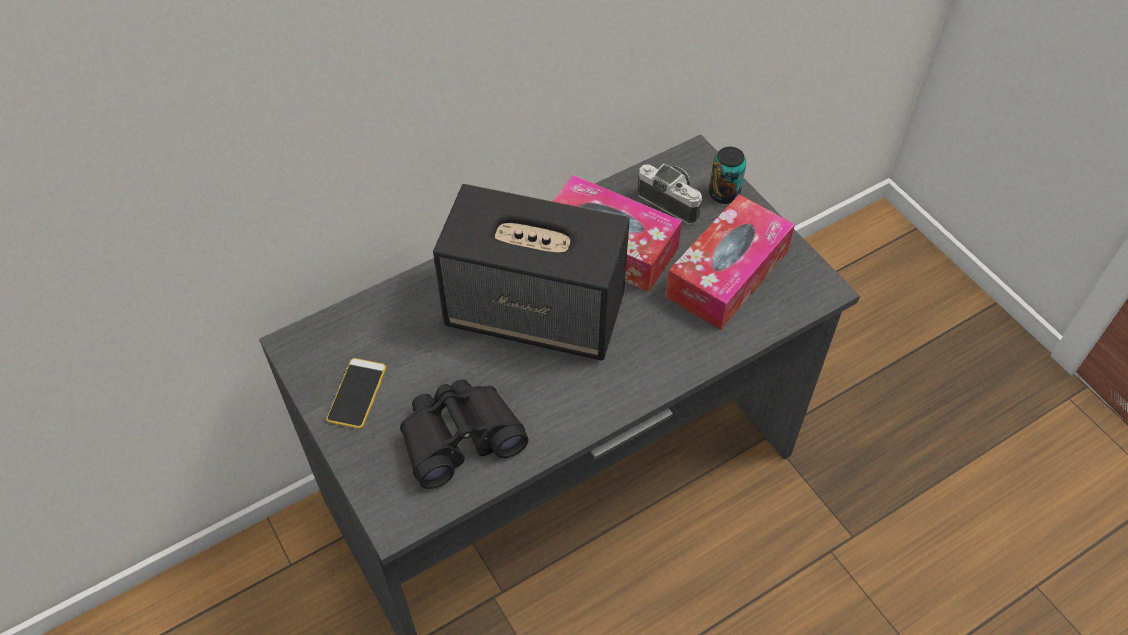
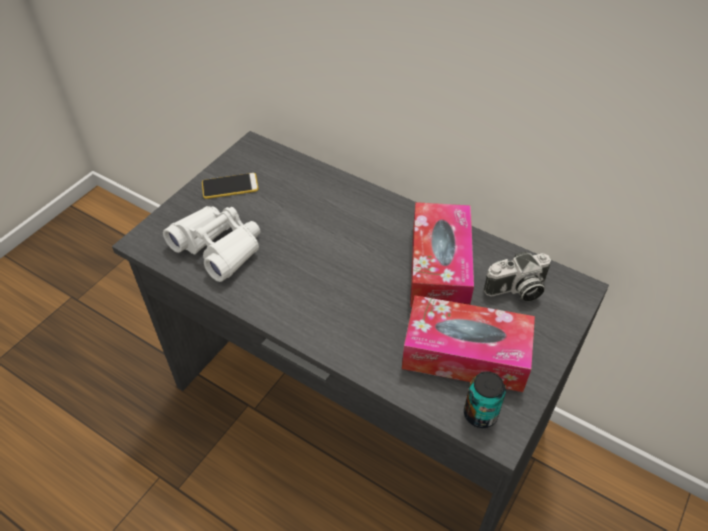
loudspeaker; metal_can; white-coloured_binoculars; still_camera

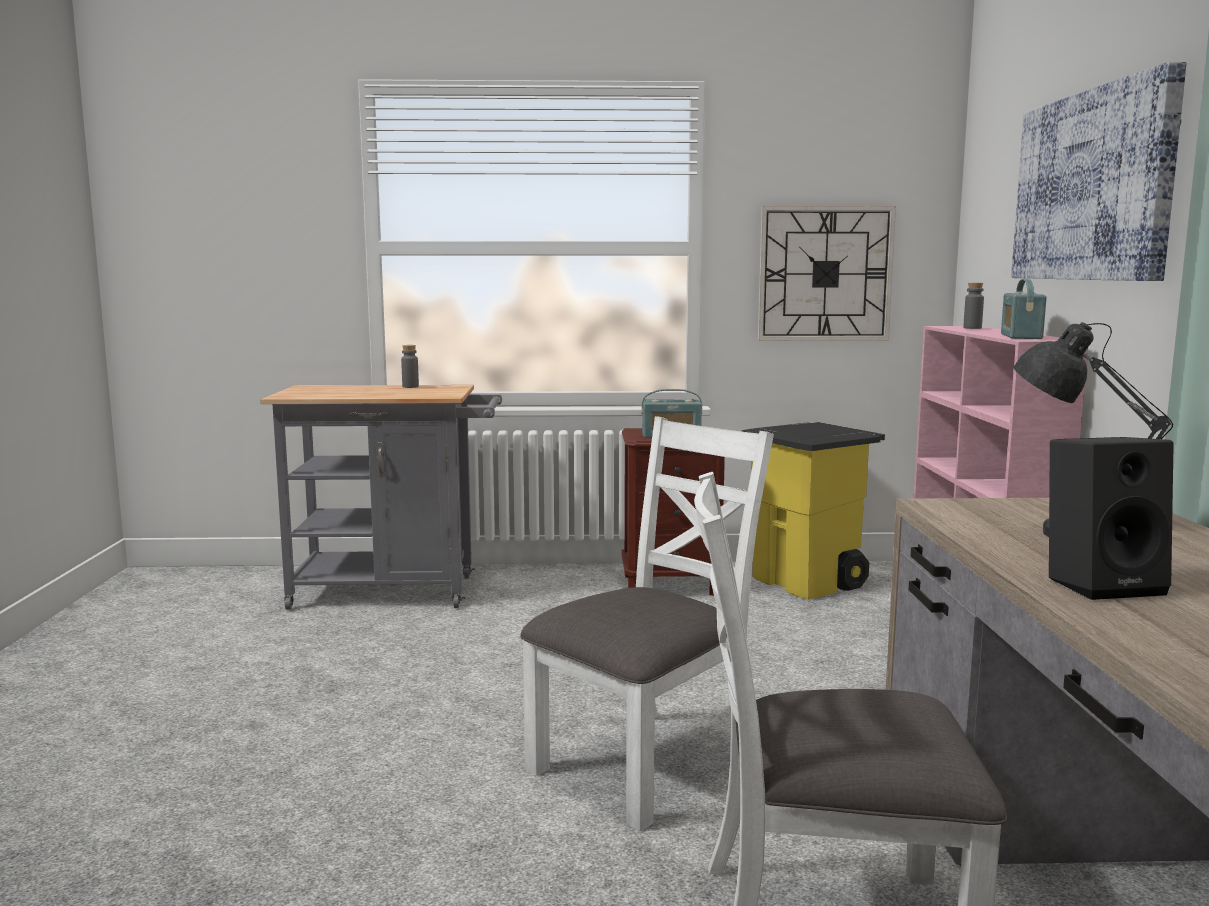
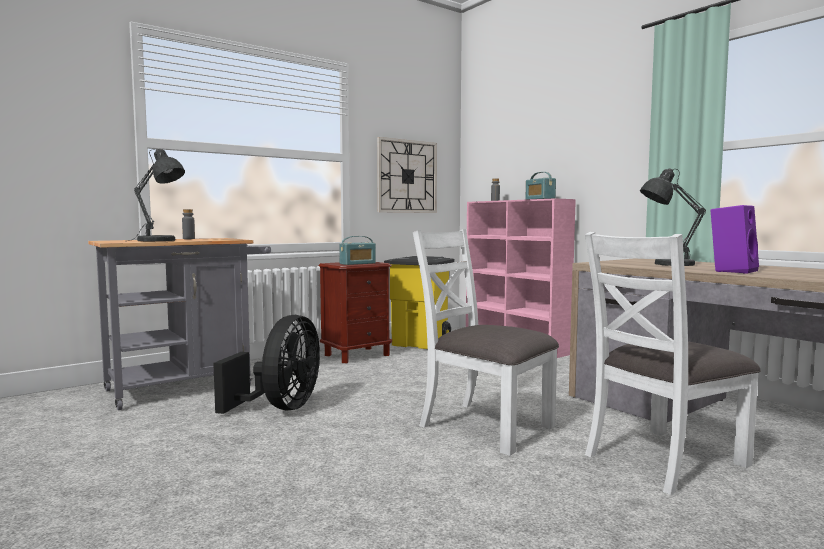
wall_picture; greyish_table_lamp (1st from left); black_fan; purple-coloured_loudspeaker; white-coloured_upright_chair (1st from left)

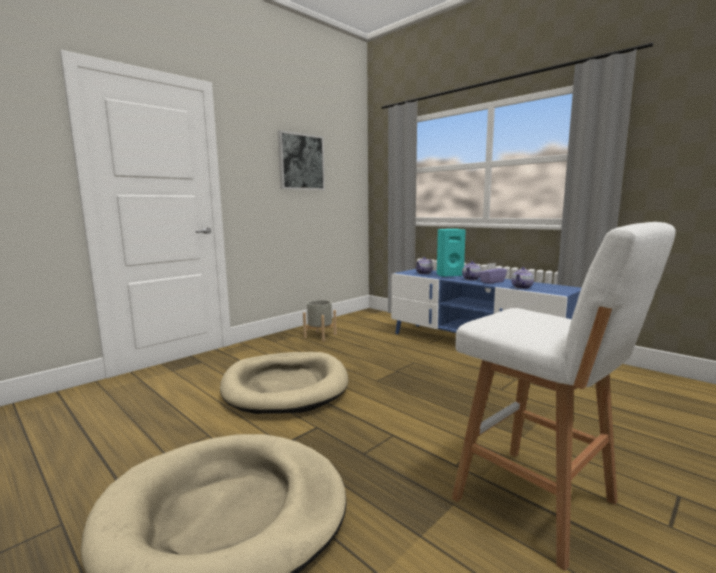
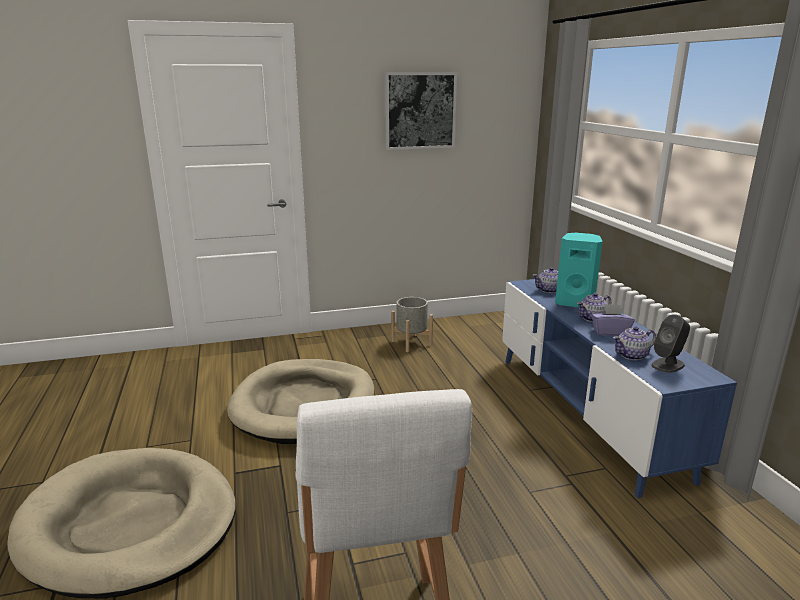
greyish_loudspeaker

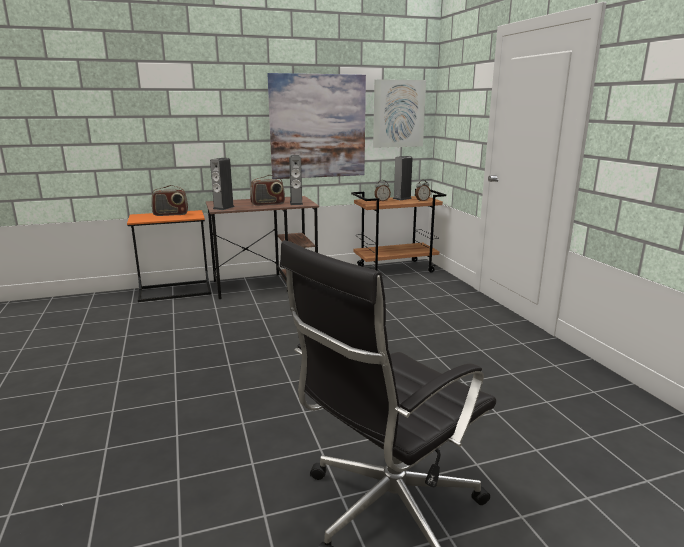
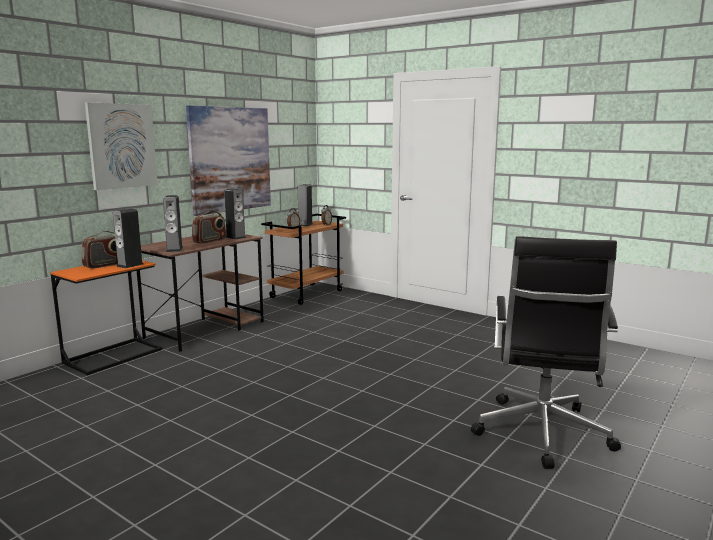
loudspeaker (1st from left); wall_picture (1st from left)

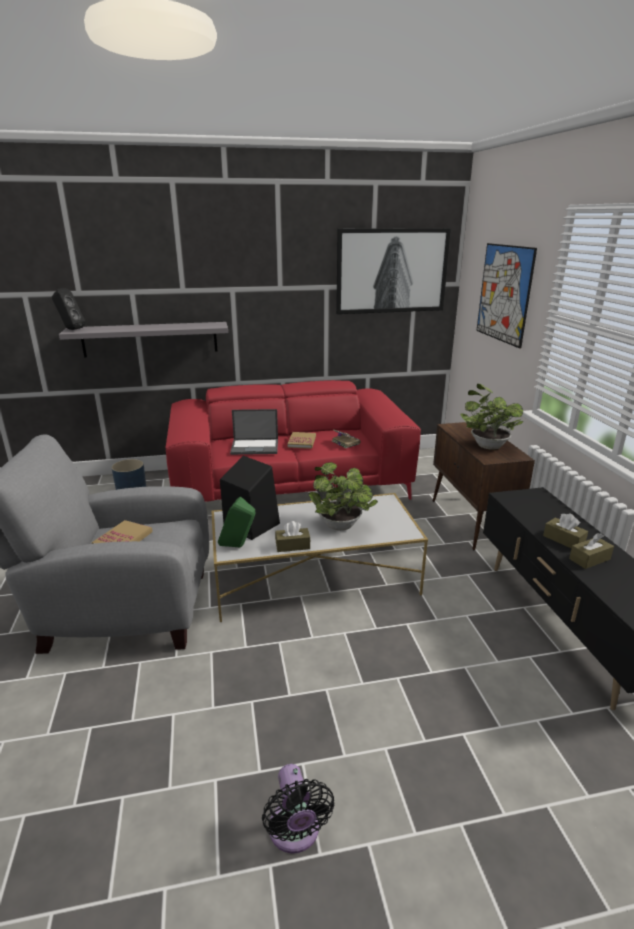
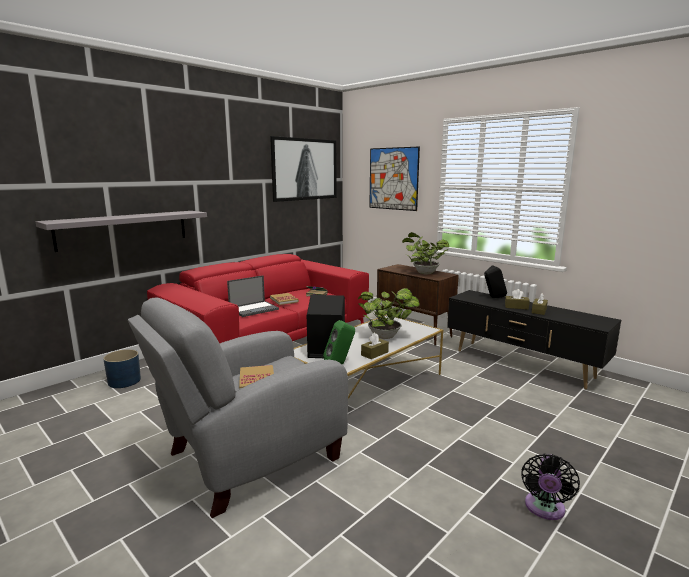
black_loudspeaker (2nd from left); black_fan

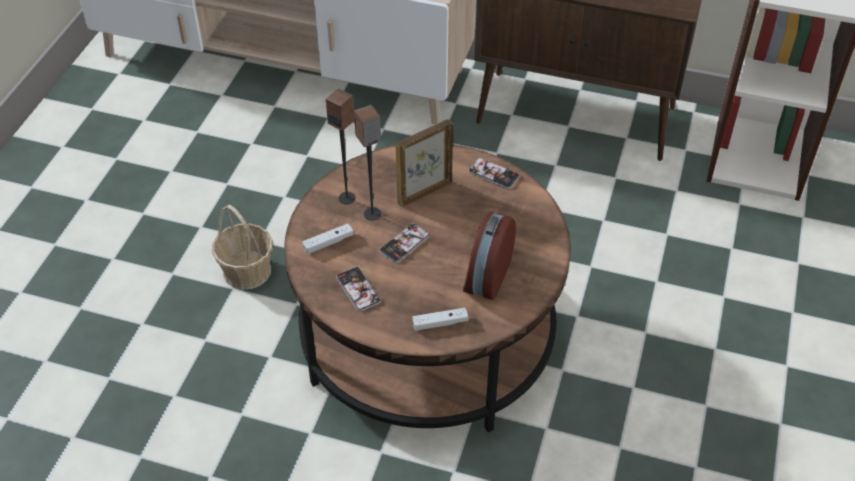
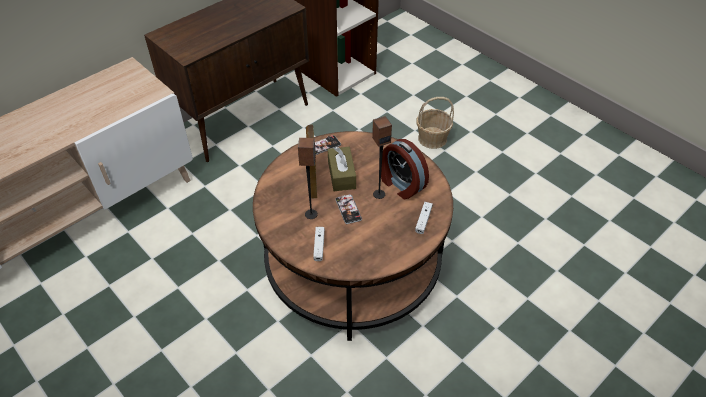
handset (1st from left in the first image); brown-coloured_tissue_box; basket; loudspeaker (2nd from left)

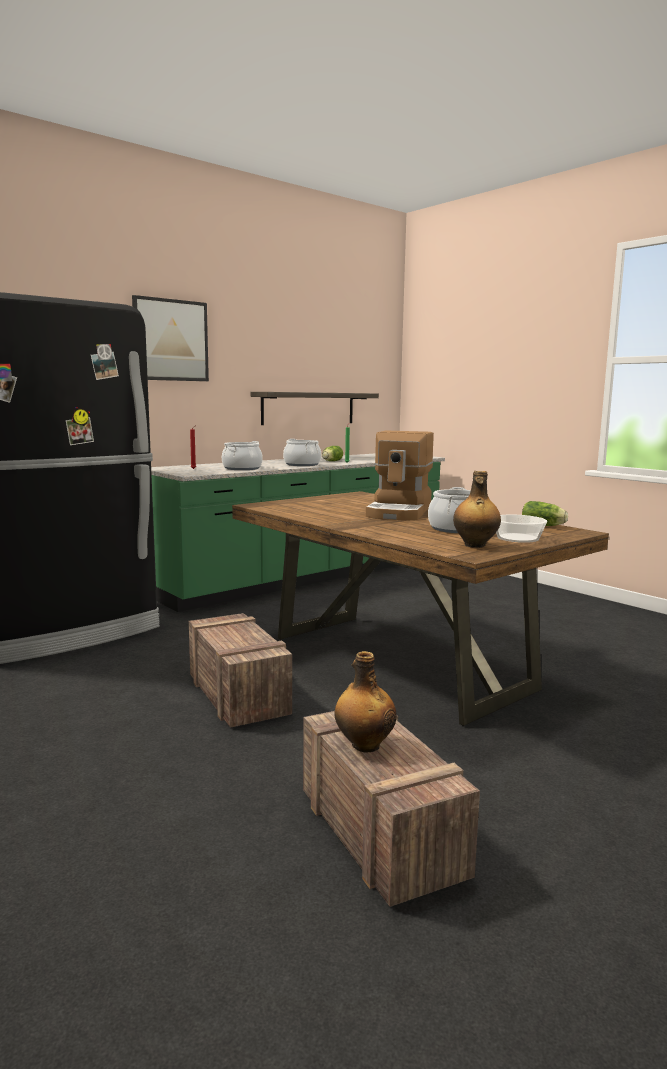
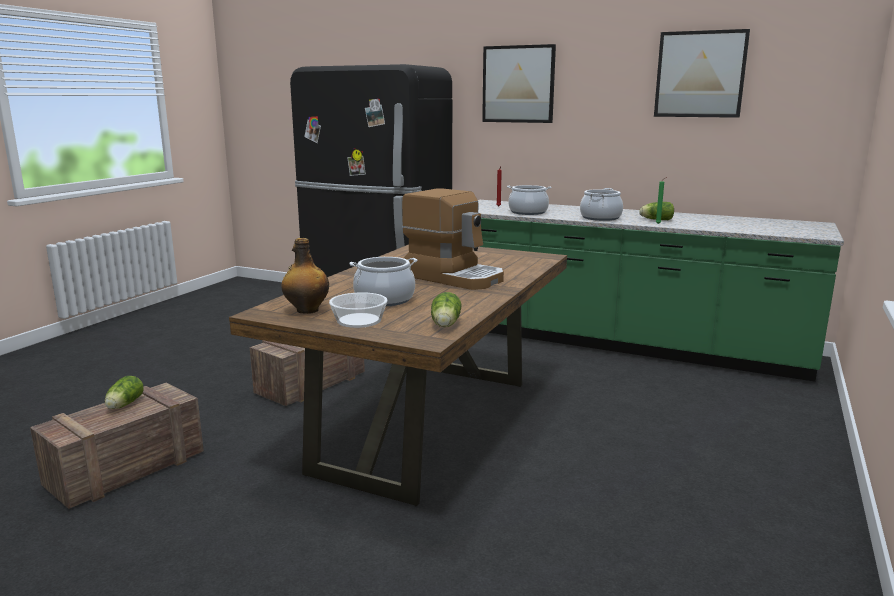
wall_shelf; wall_picture (2nd from left); lettuce_head (1st from left); coffee_maker

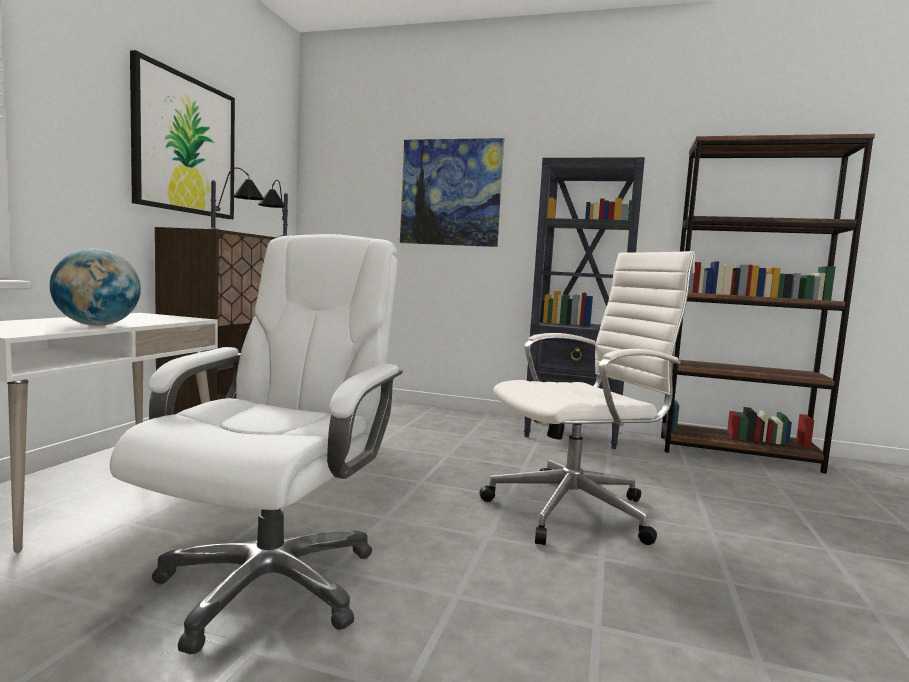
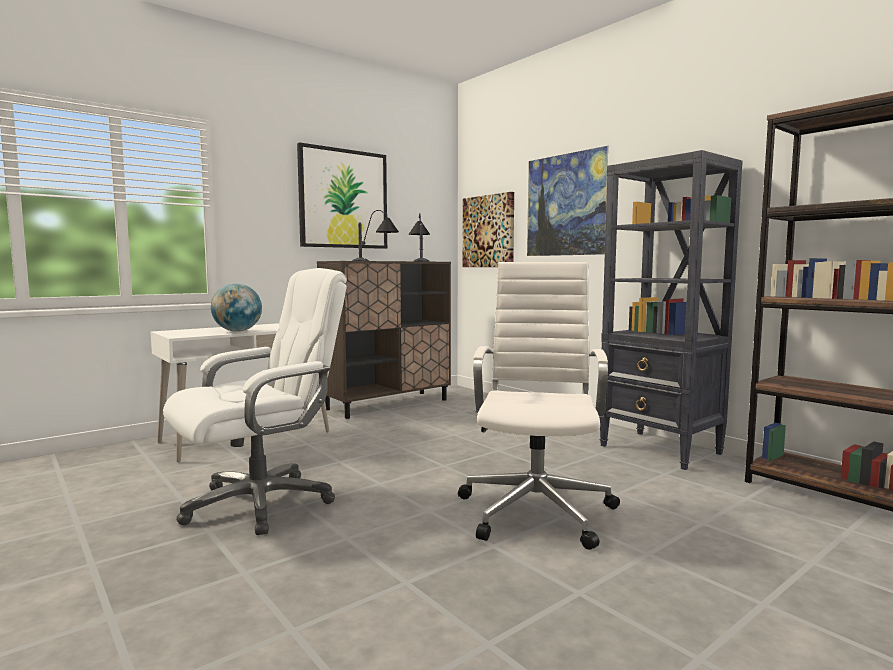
wall_picture (2nd from left); white-coloured_office_chair (2nd from left)

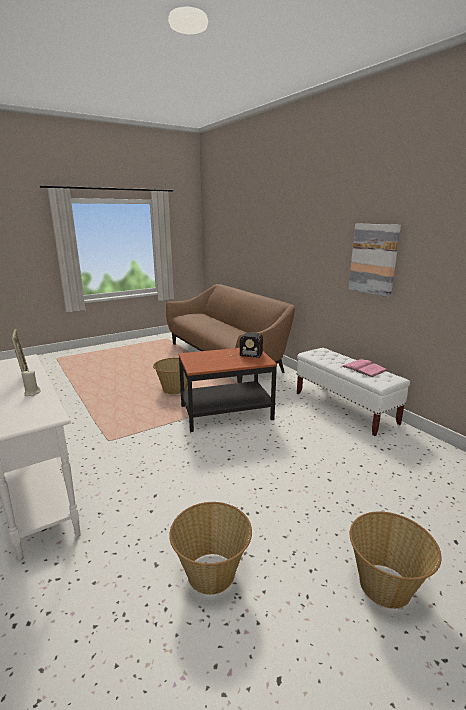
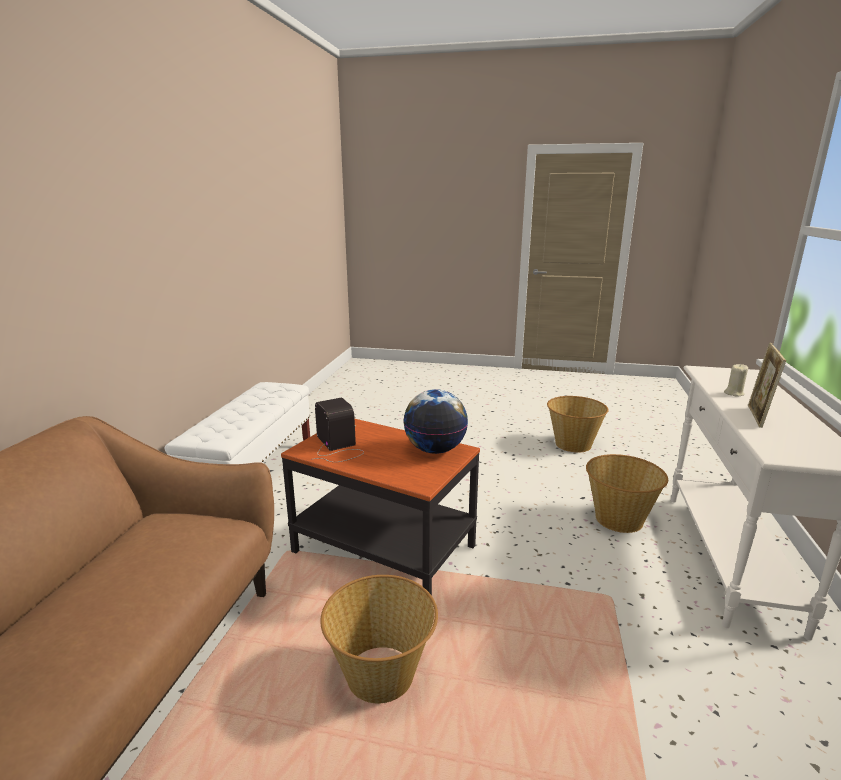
pinkish_bound_book; wall_picture; globe; basket (3rd from left)

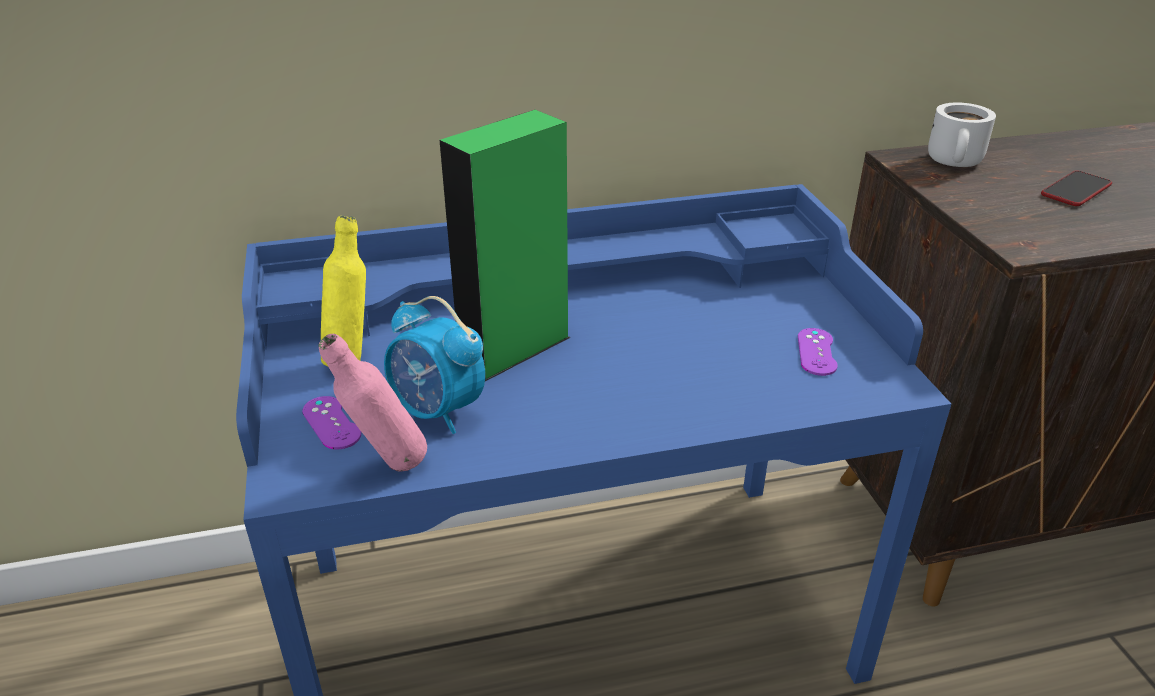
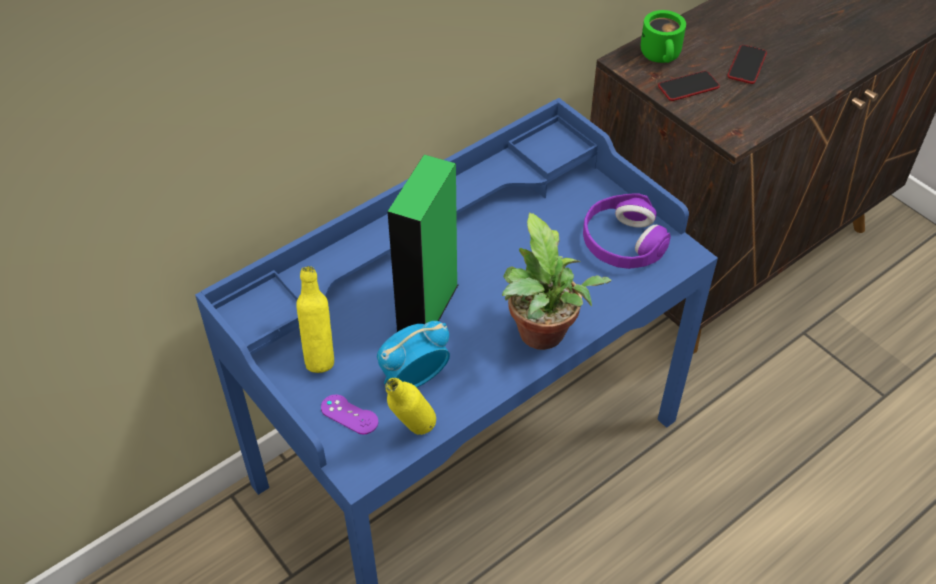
houseplant; handset (1st from left); purple-coloured_pair_of_headphones; yellow-coloured_beverage_bottle (2nd from left); greenish_mug; table_clock

